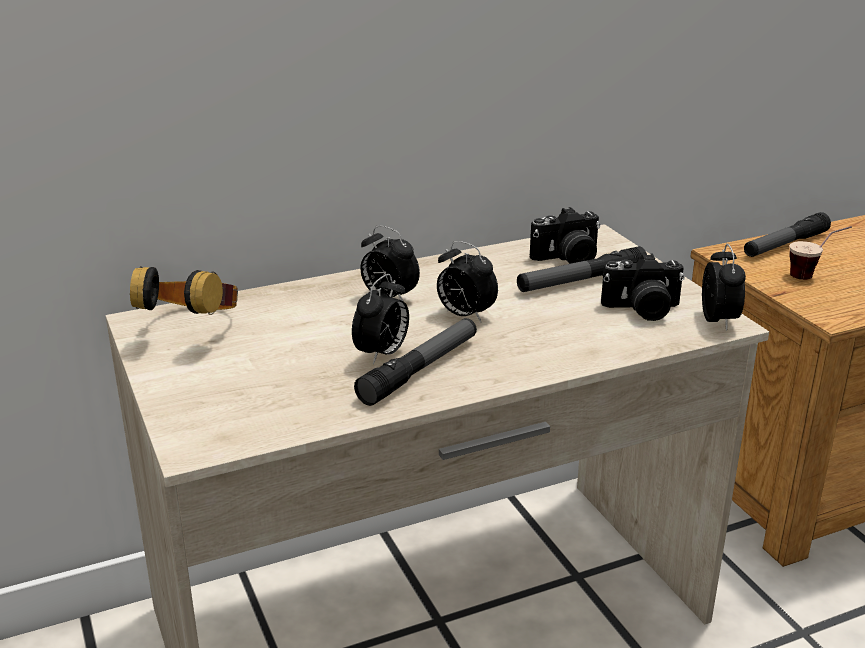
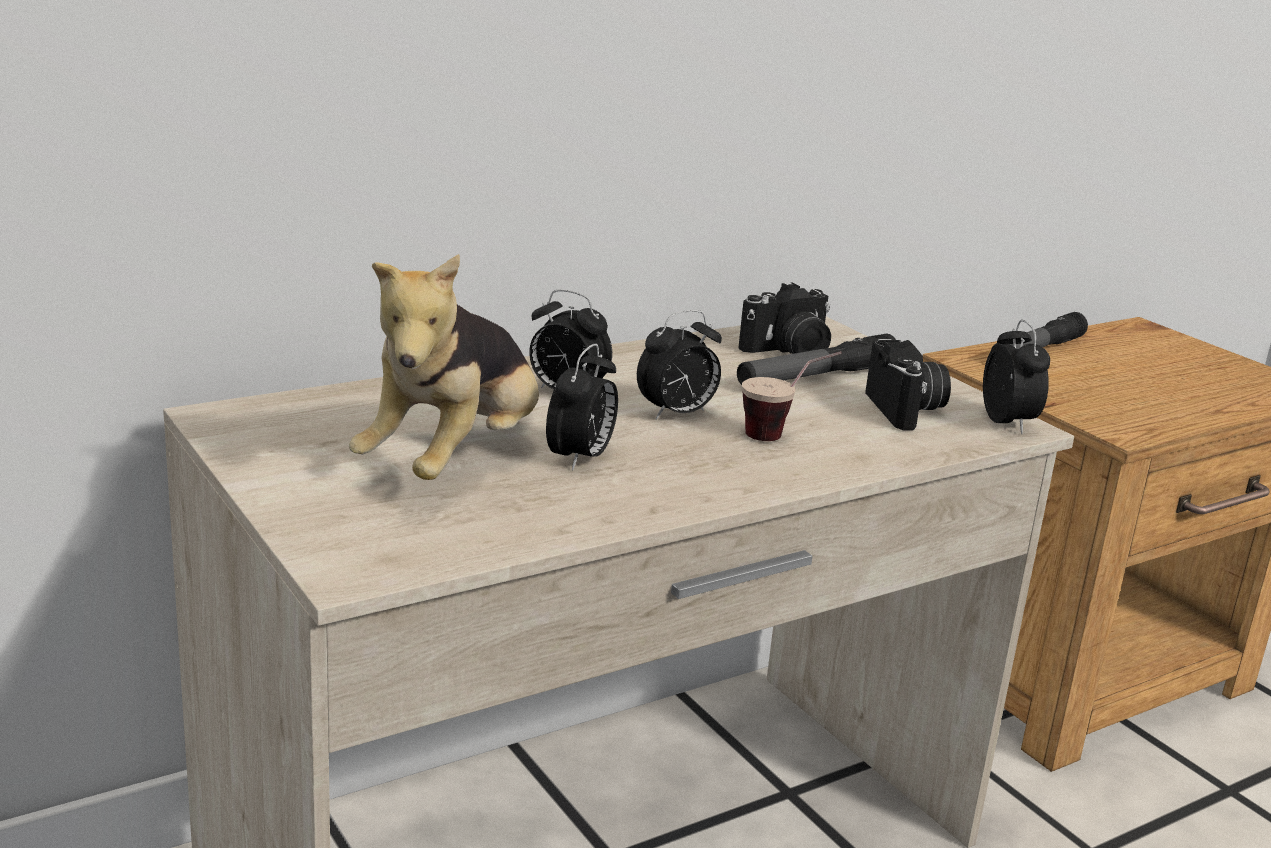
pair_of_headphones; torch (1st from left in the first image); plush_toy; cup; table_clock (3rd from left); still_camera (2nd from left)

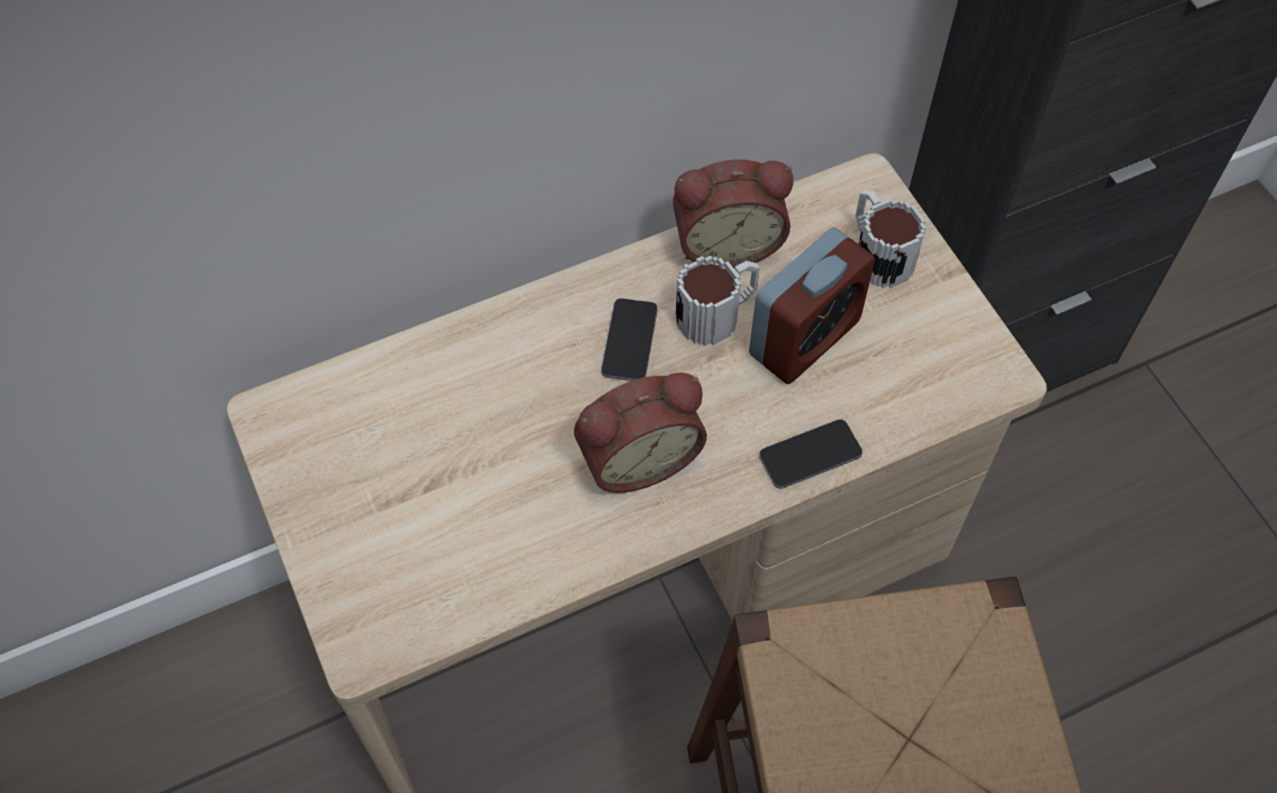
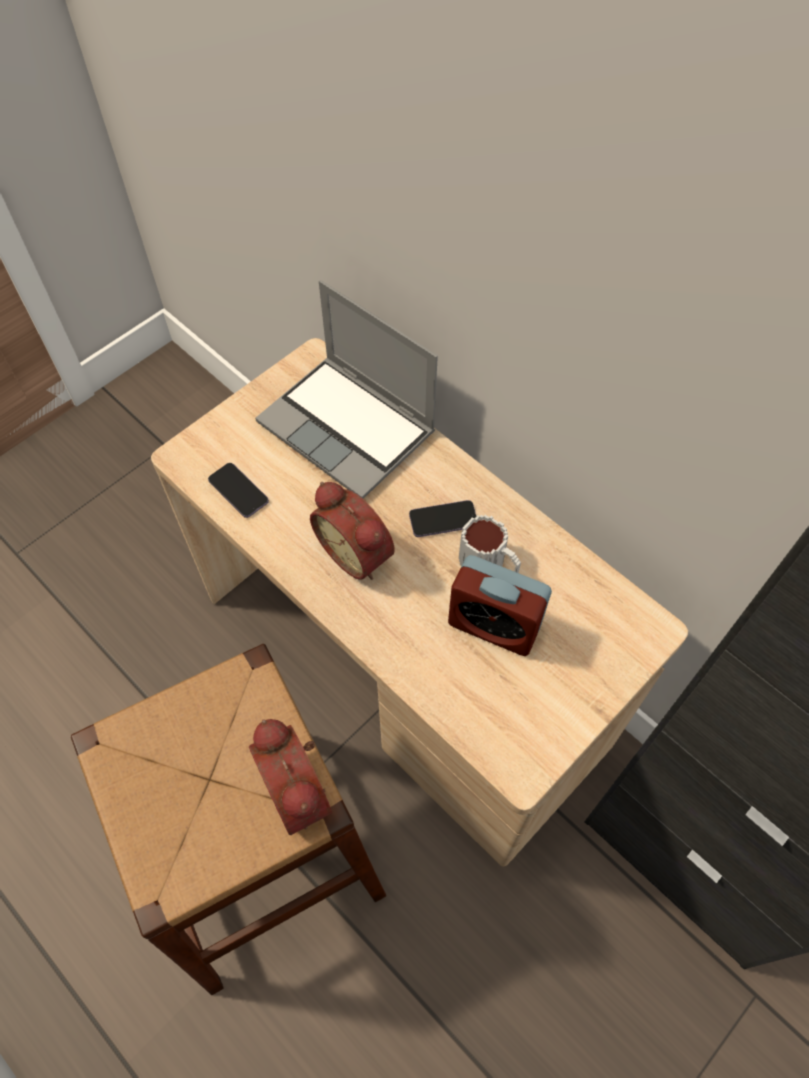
mug (2nd from left in the first image); laptop; table_clock (1st from left); handset (1st from left)

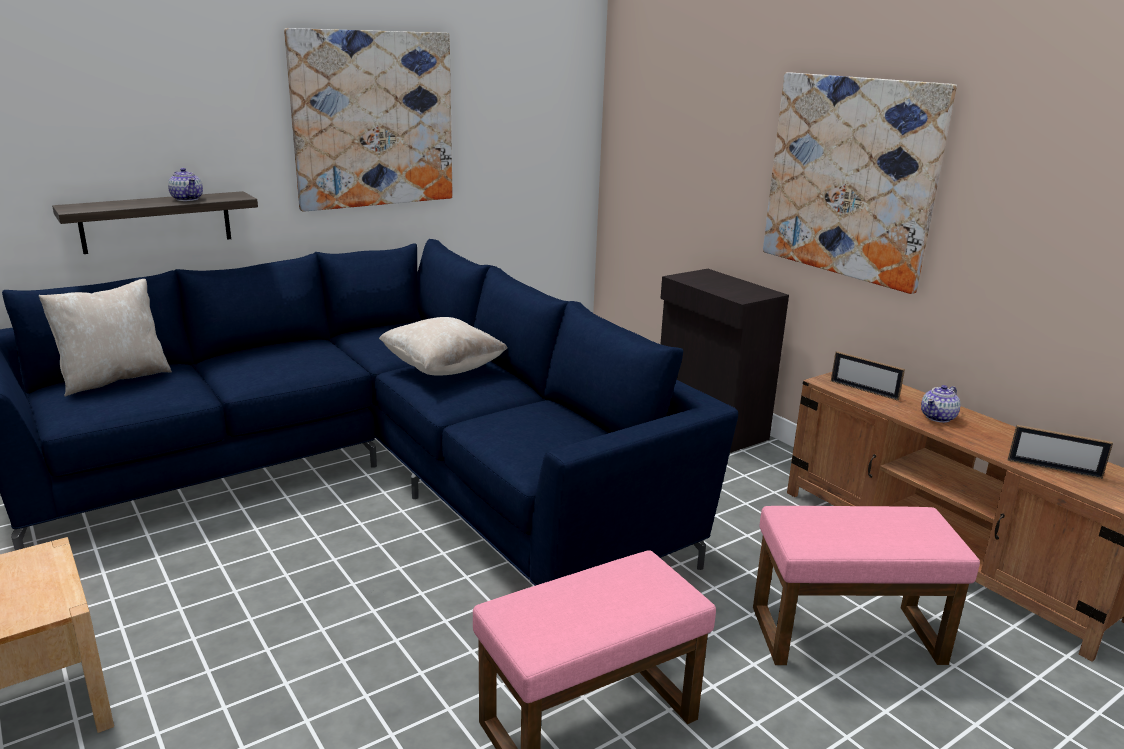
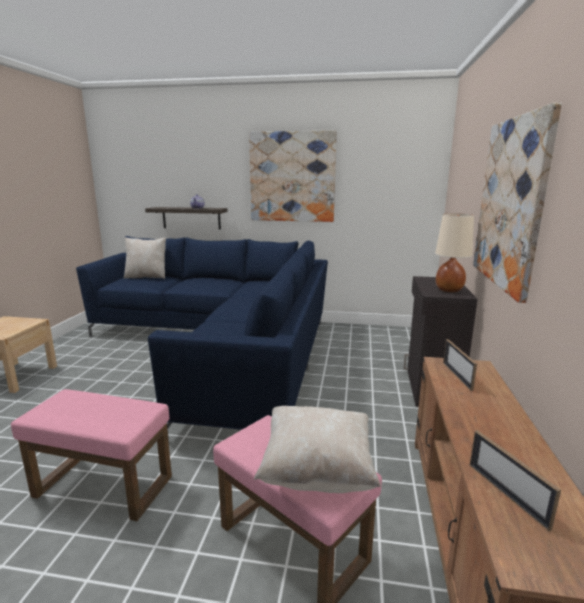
pot_for_tea (2nd from left in the first image); sand-coloured_table_lamp; sand-coloured_cushion (2nd from left)

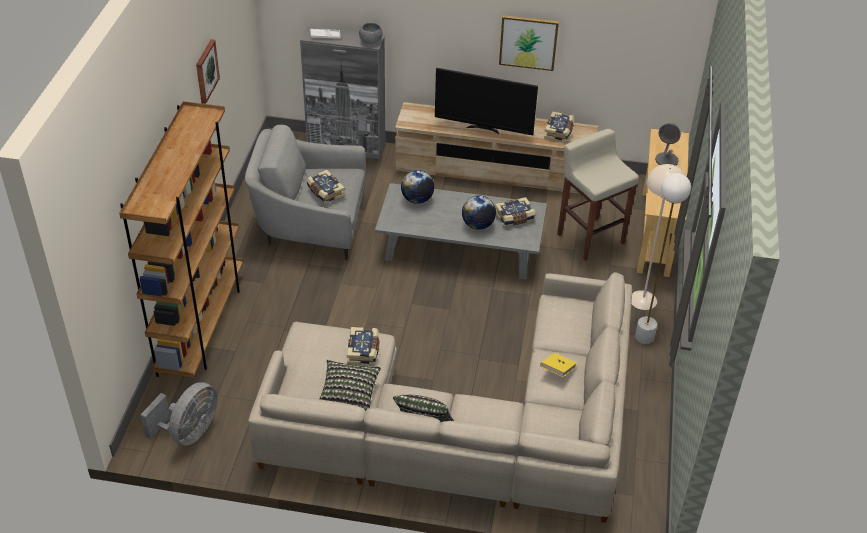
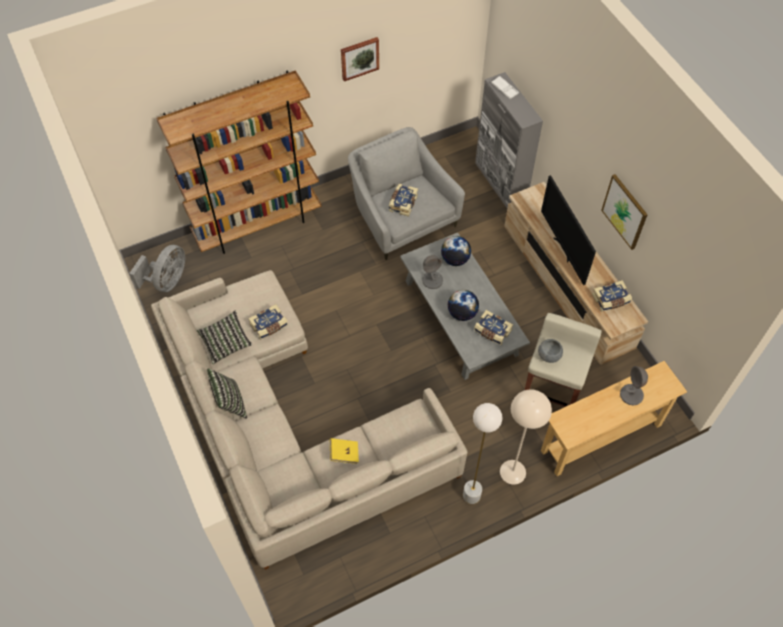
greyish_table_lamp (1st from left); greyish_serving_bowl; greyish_fan

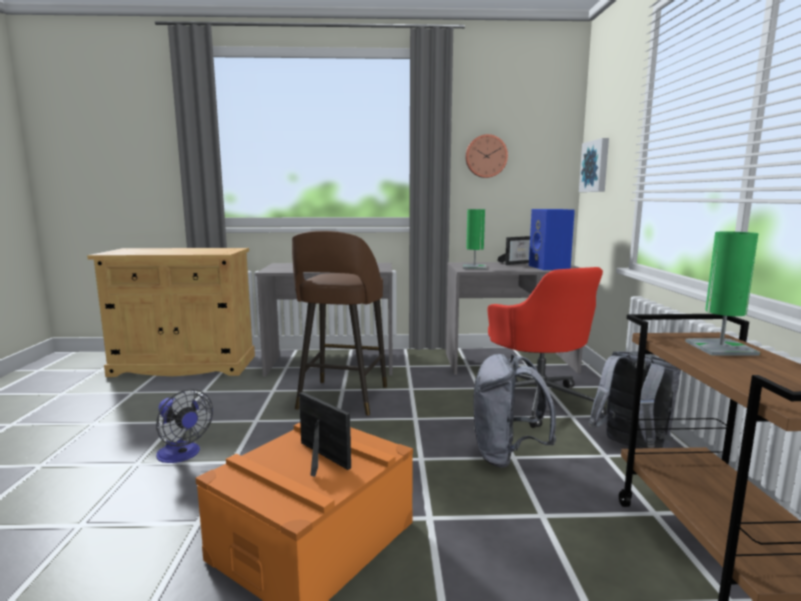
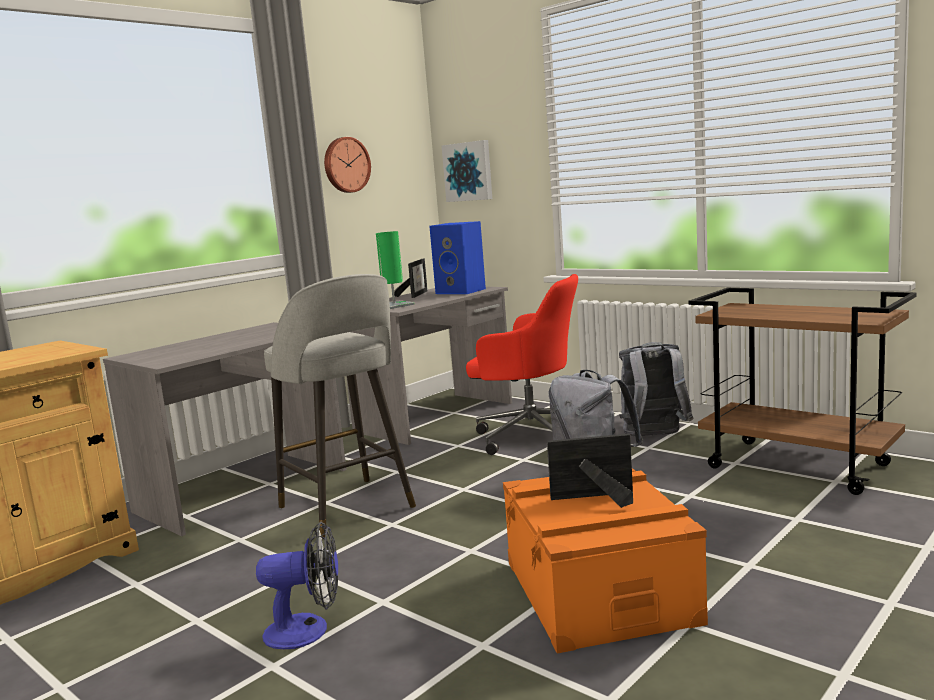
greenish_table_lamp (2nd from left in the first image); greyish_stool

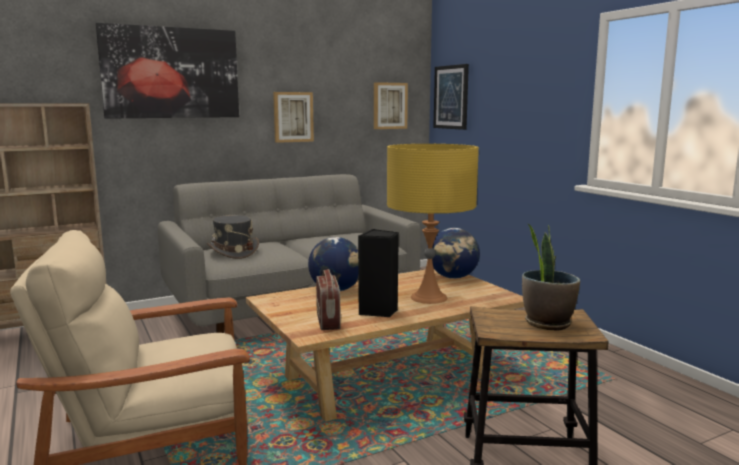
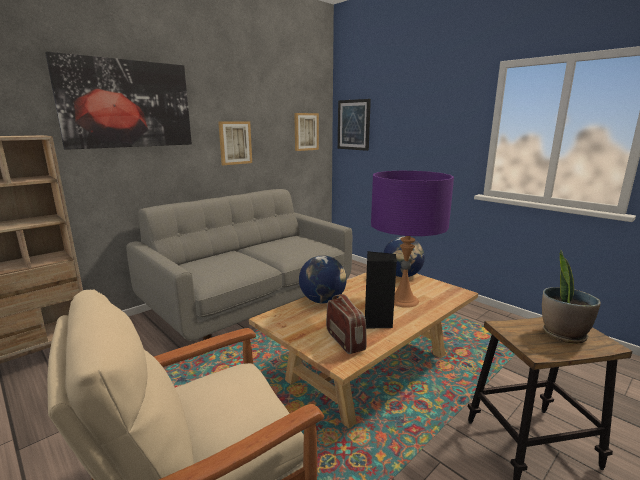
greyish_clothing_hat; purple-coloured_table_lamp

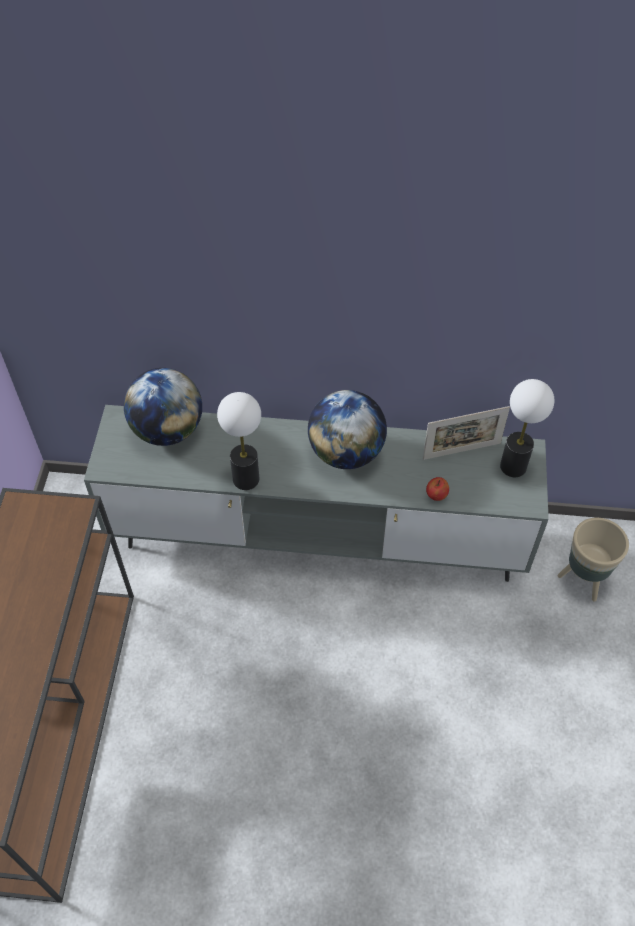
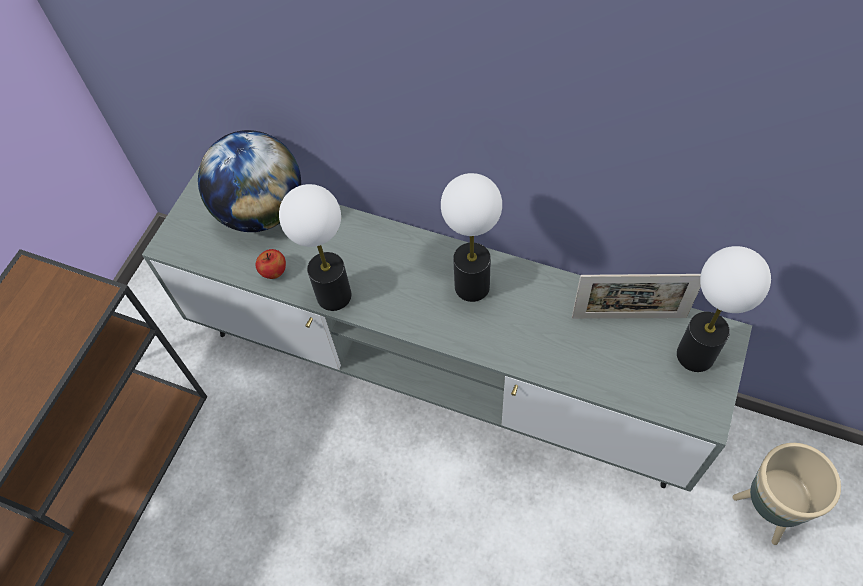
whole_apple; table_lamp (2nd from left)

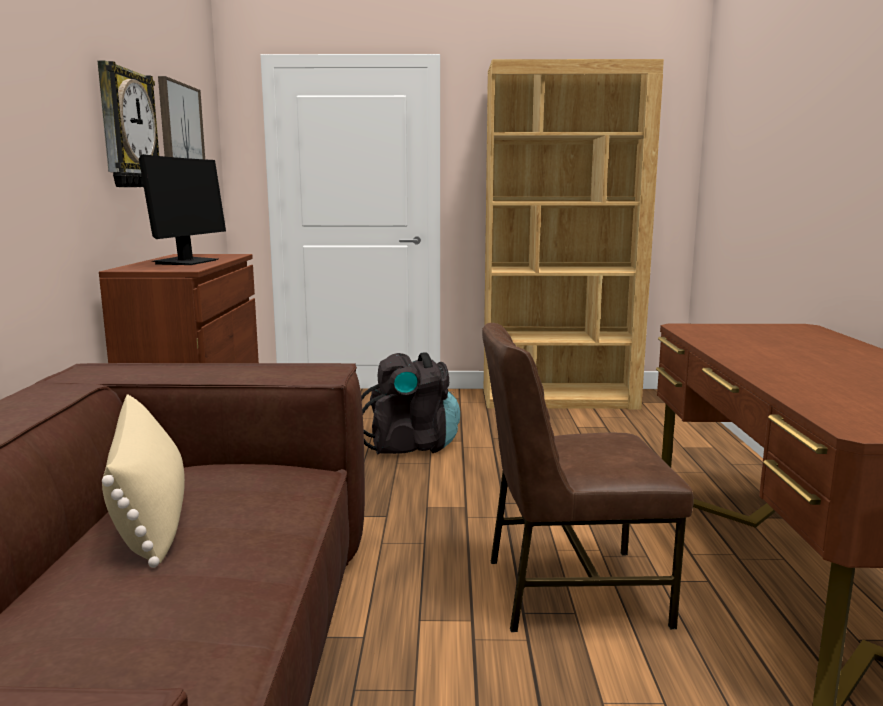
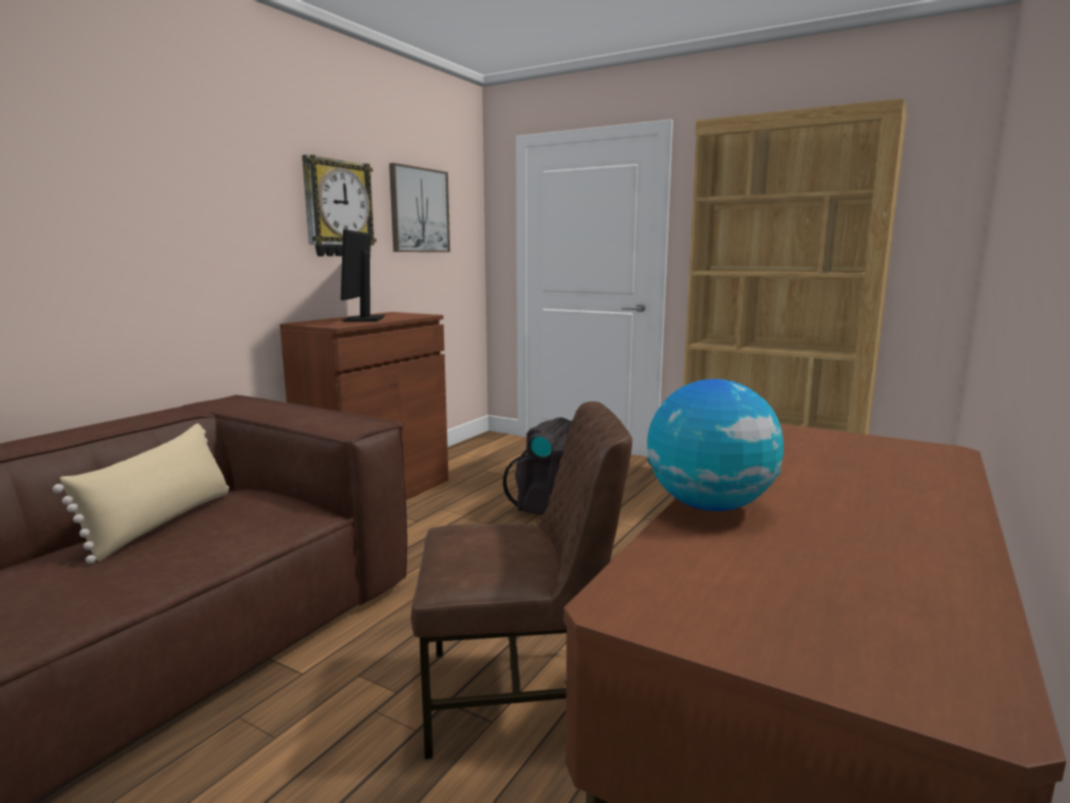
globe; computer_display; brown-coloured_upright_chair

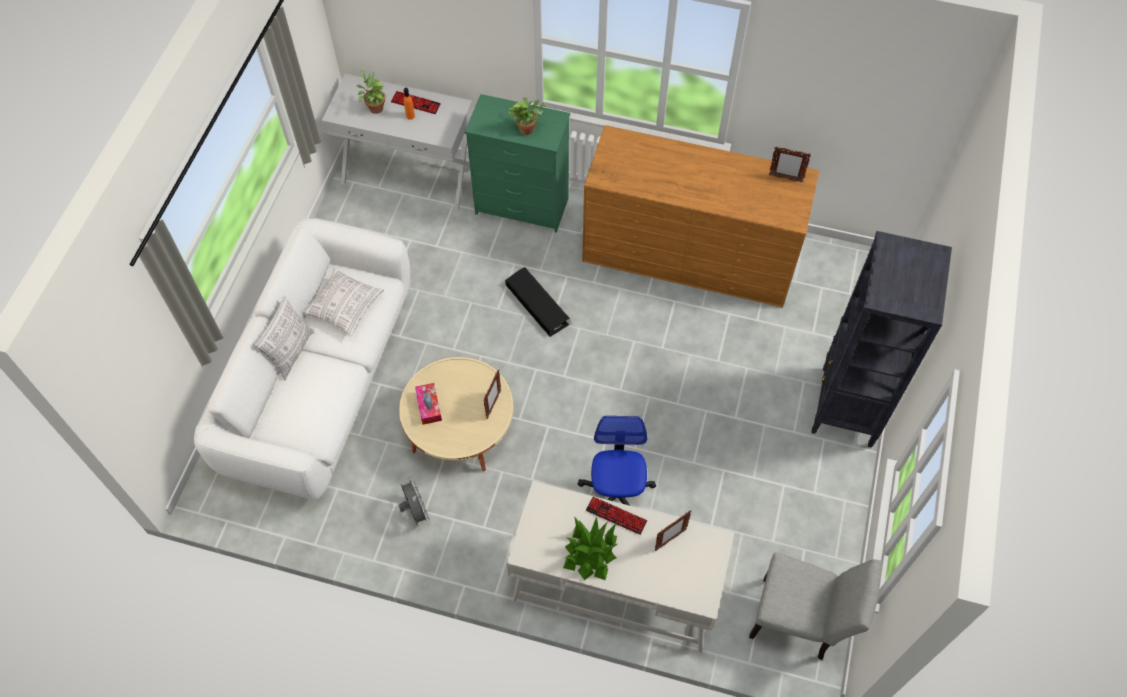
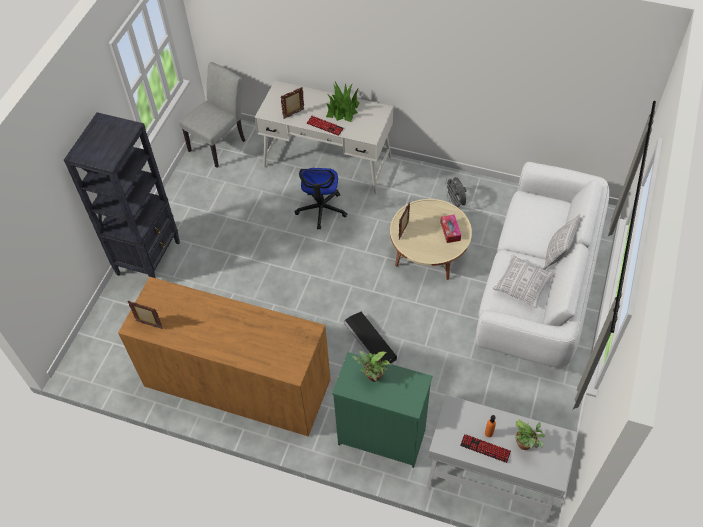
greyish_upright_chair

